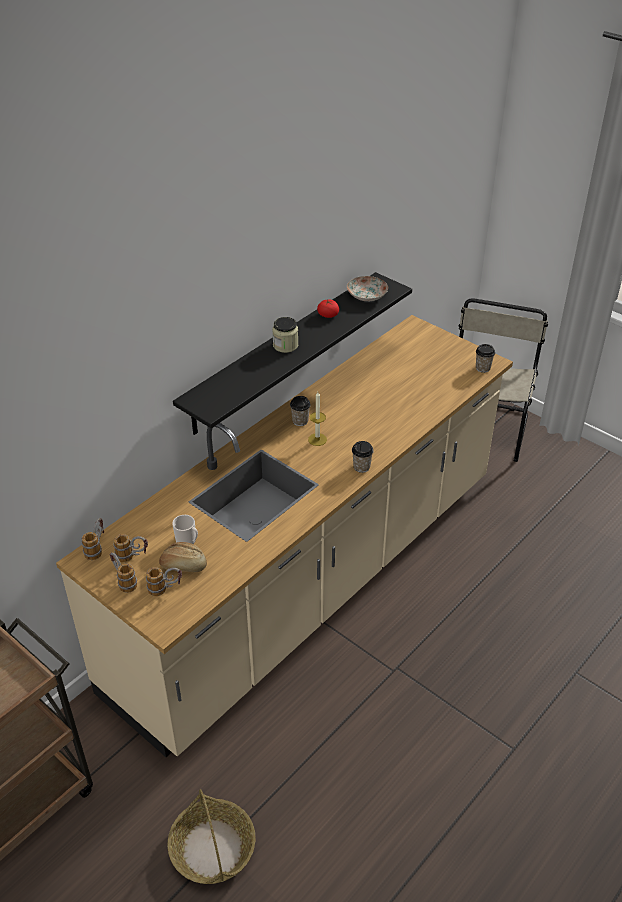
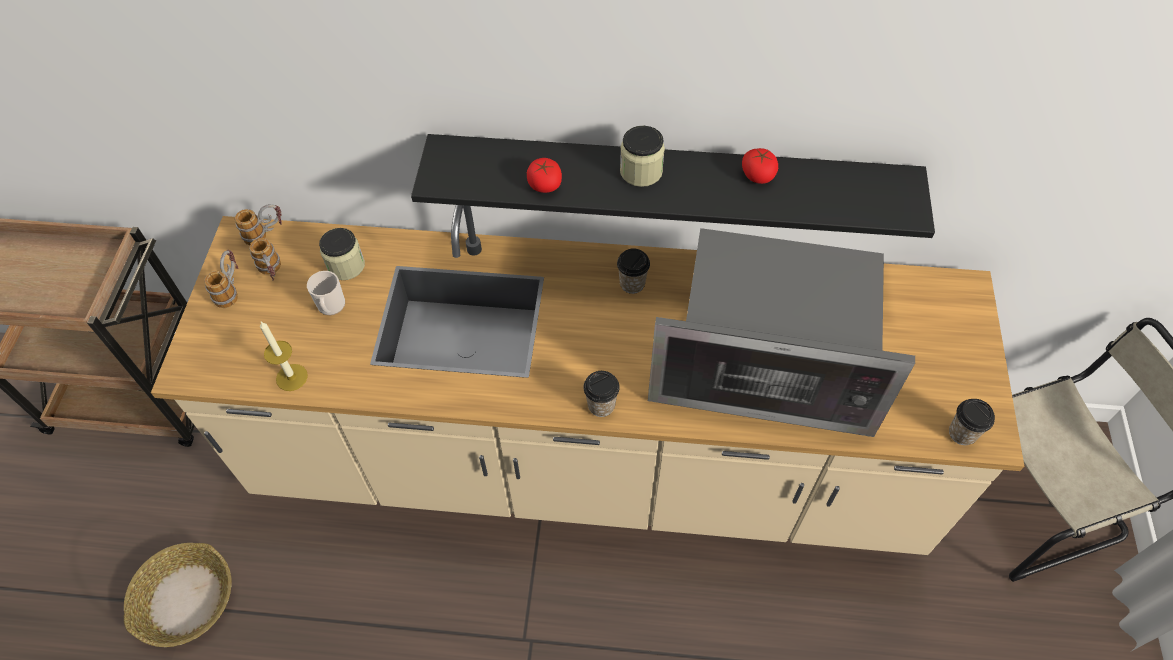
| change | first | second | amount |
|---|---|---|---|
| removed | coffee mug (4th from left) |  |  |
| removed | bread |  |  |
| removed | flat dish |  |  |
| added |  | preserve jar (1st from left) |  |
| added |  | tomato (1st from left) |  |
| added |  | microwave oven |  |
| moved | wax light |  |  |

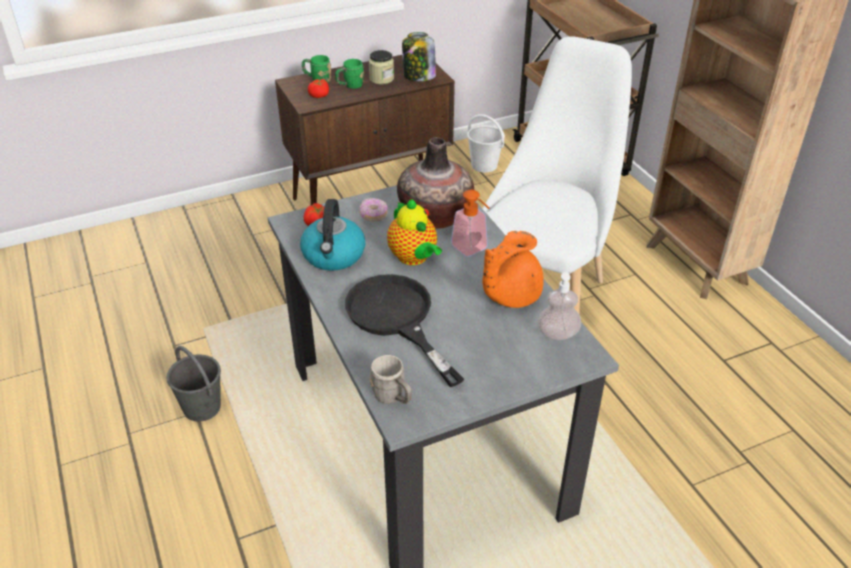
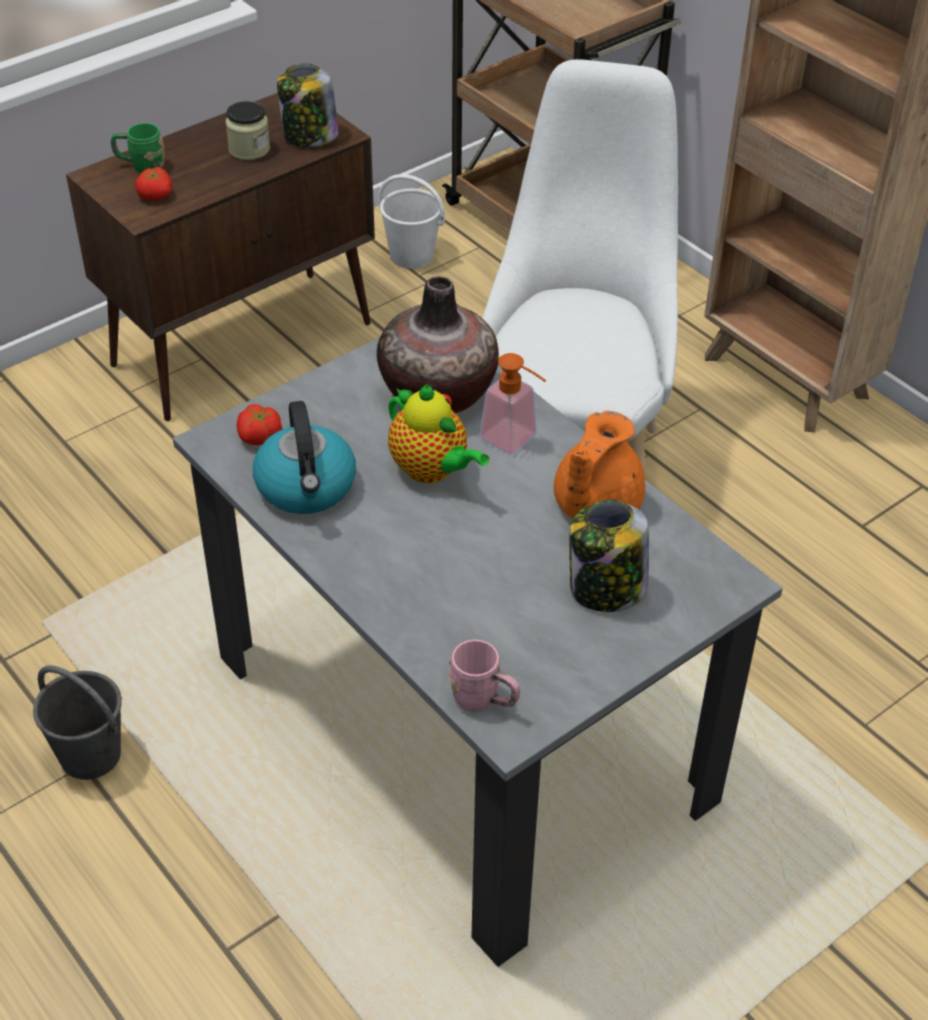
| change | first | second | amount |
|---|---|---|---|
| removed | green coffee mug (2nd from left) |  |  |
| removed | black-coloured skillet |  |  |
| removed | ring doughnut |  |  |
| removed | liquid soap bottle (2nd from left) |  |  |
| added |  | preserve jar (3rd from left) |  |
| recoloured | greyish coffee mug | pink coffee mug |  |

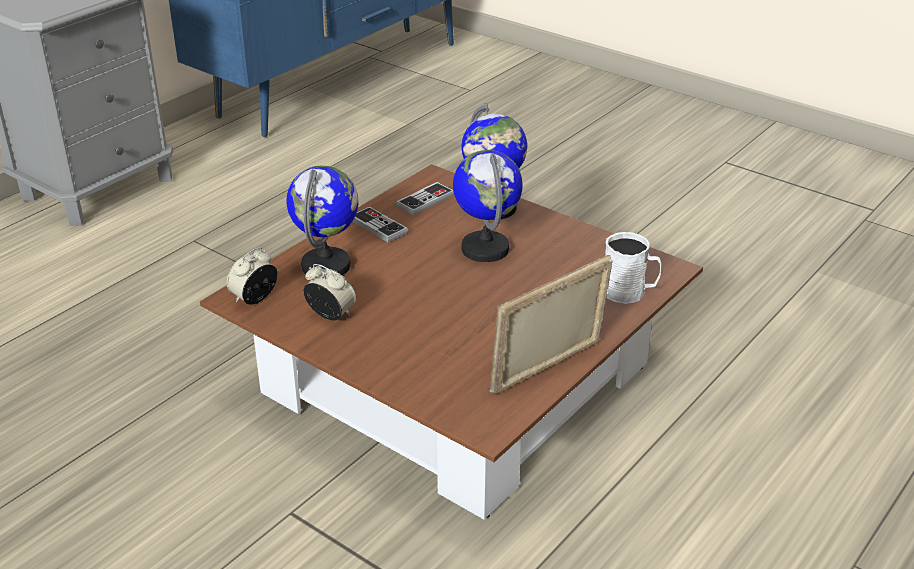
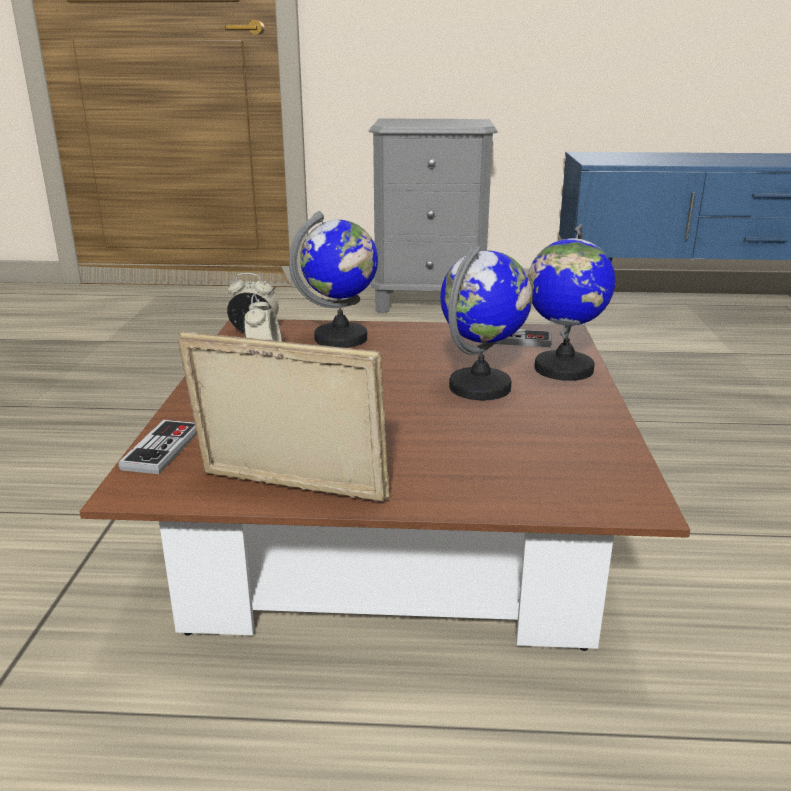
| change | first | second | amount |
|---|---|---|---|
| removed | white-coloured coffee mug |  |  |
| moved | gamepad (1st from left) |  |  |

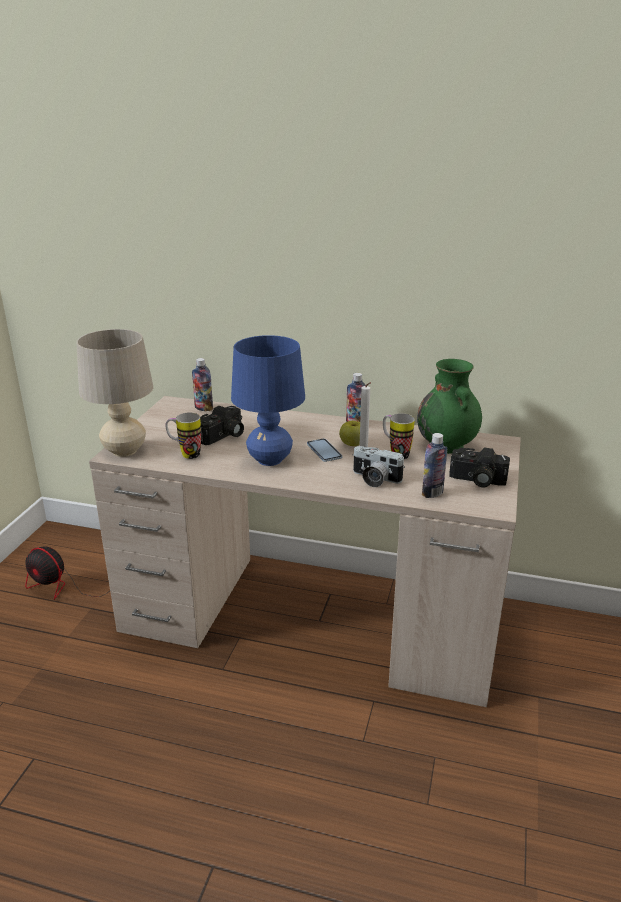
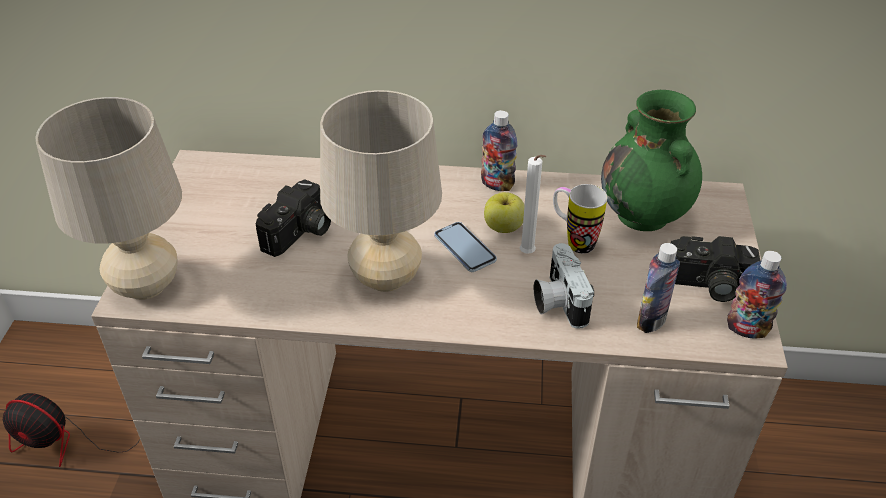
| change | first | second | amount |
|---|---|---|---|
| removed | coffee mug (1st from left) |  |  |
| moved | bottle (1st from left in the first image) | bottle (3rd from left) |  |
| recoloured | blue tabletop lamp | beige-coloured tabletop lamp (2nd from left) |  |
| turned | still camera (2nd from left) |  | 60 degrees clockwise |

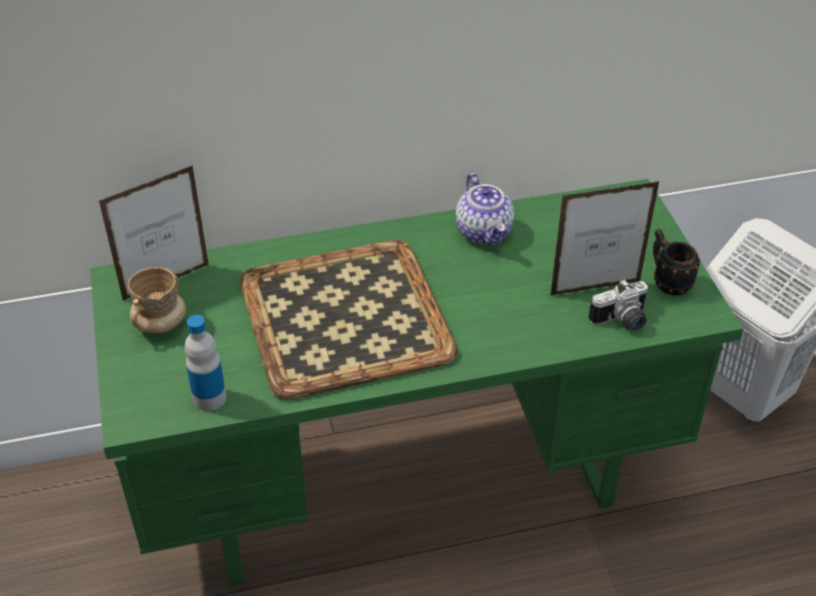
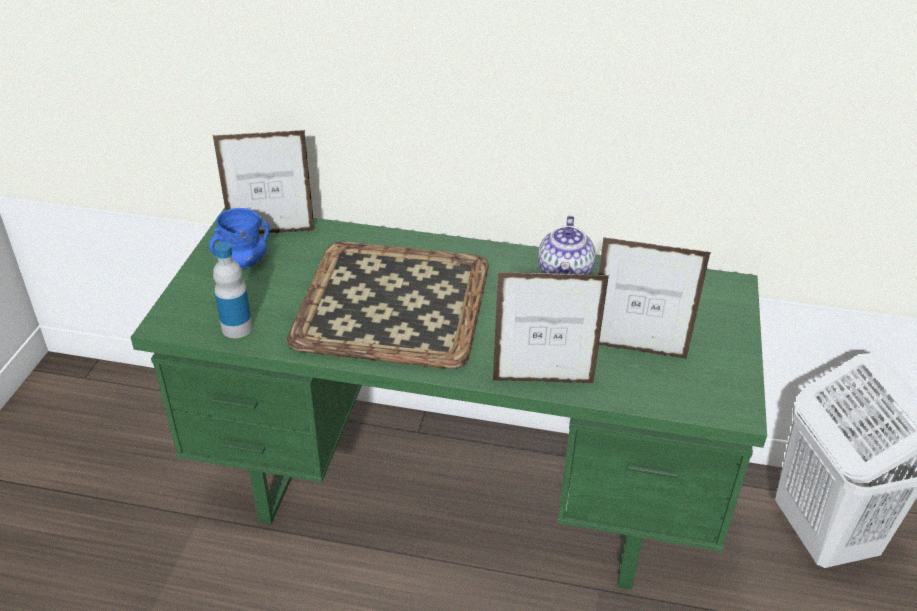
| change | first | second | amount |
|---|---|---|---|
| removed | still camera |  |  |
| removed | black-coloured coffee mug |  |  |
| added |  | standing frame (2nd from left) |  |
| recoloured | beige-coloured coffee mug | blue coffee mug |  |

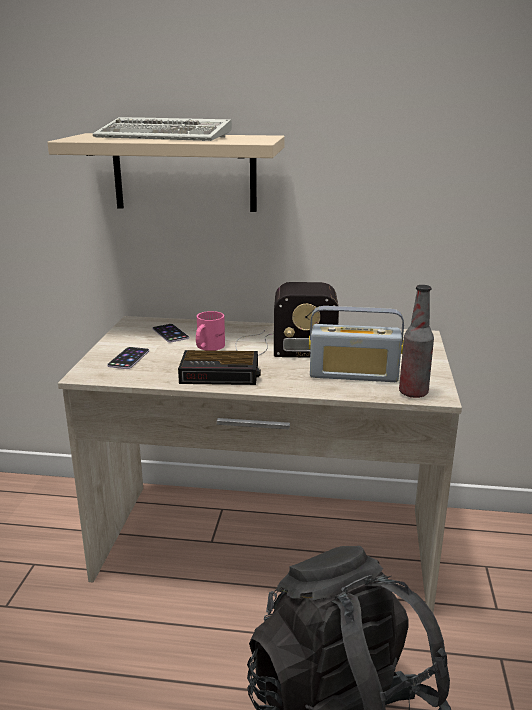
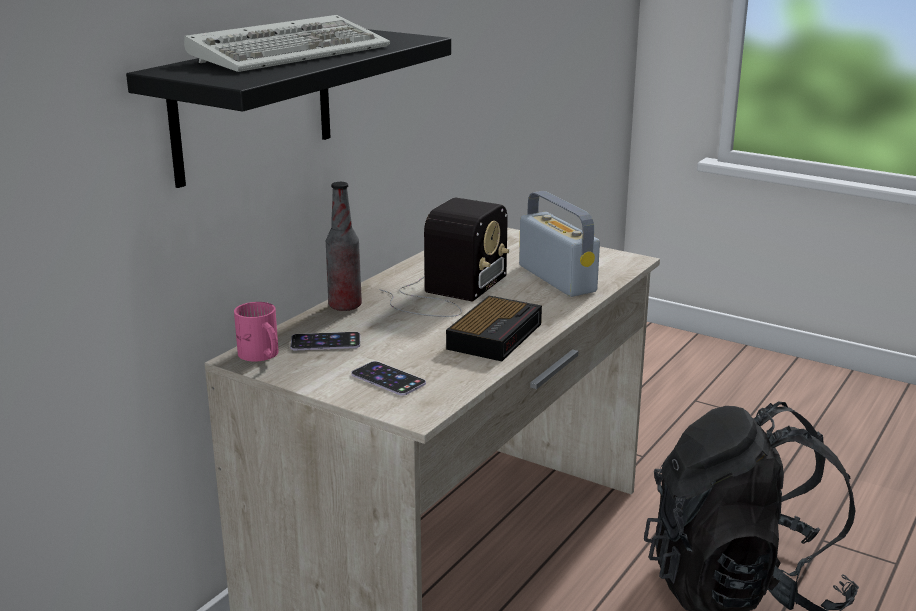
| change | first | second | amount |
|---|---|---|---|
| moved | pink coffee mug |  |  |
| moved | bottle |  |  |
| recoloured | beige-coloured shelf | black-coloured shelf |  |
| turned | radio set (2nd from left) |  | 60 degrees counterclockwise |

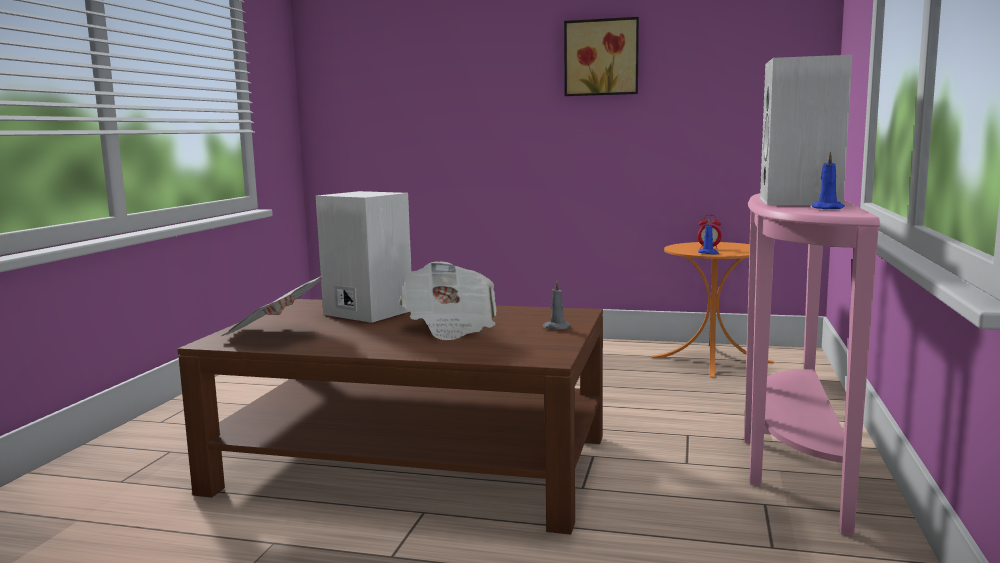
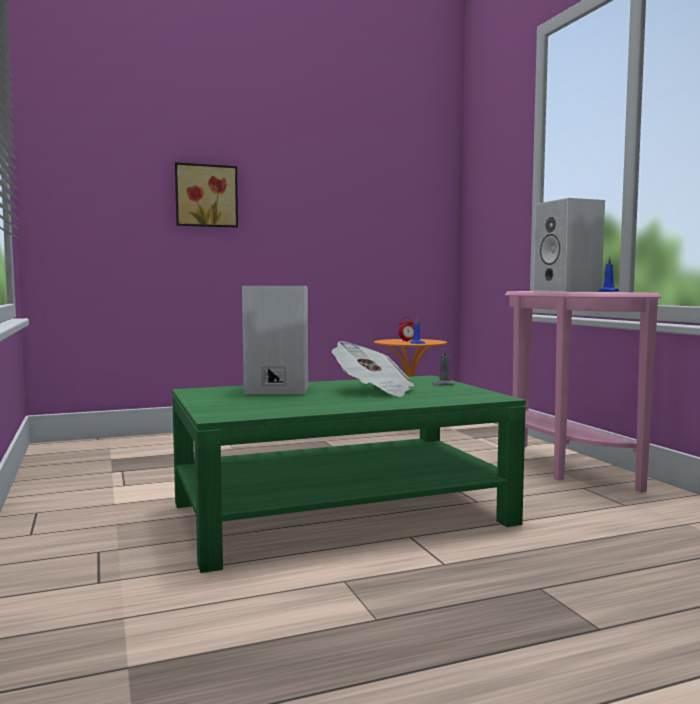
| change | first | second | amount |
|---|---|---|---|
| removed | printed paper (1st from left) |  |  |
| moved | wall art |  |  |
| recoloured | brownish lounge table | green lounge table |  |

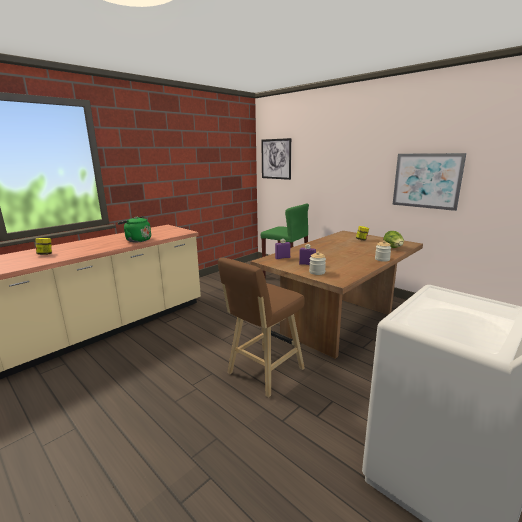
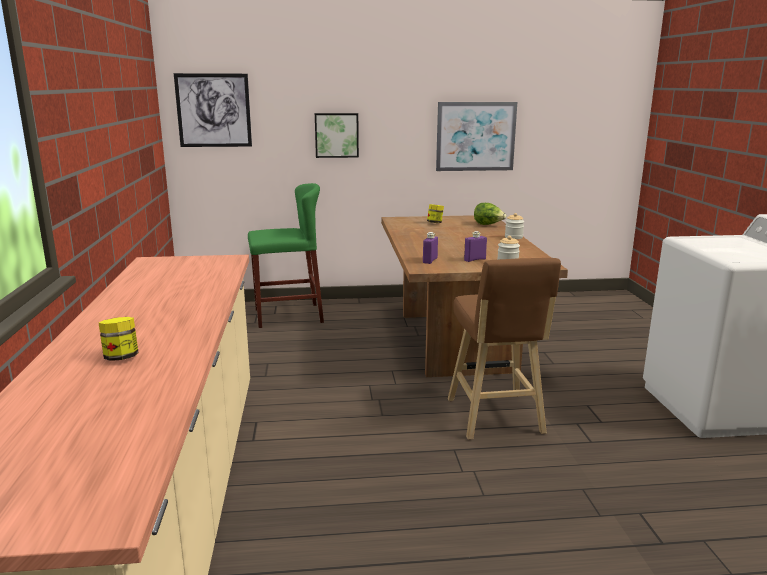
| change | first | second | amount |
|---|---|---|---|
| removed | green water kettle |  |  |
| added |  | wall art (2nd from left) |  |

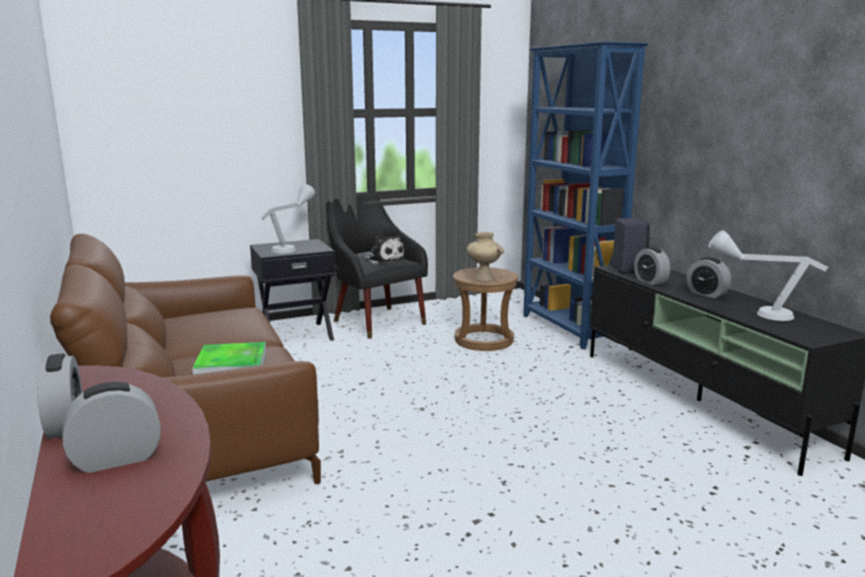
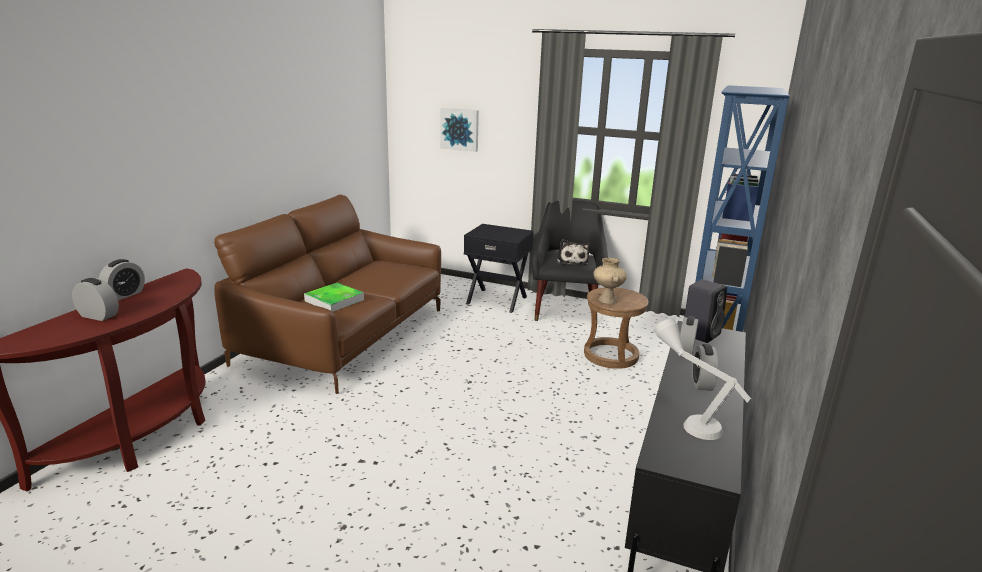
| change | first | second | amount |
|---|---|---|---|
| removed | greyish tabletop lamp (1st from left) |  |  |
| added |  | wall art |  |

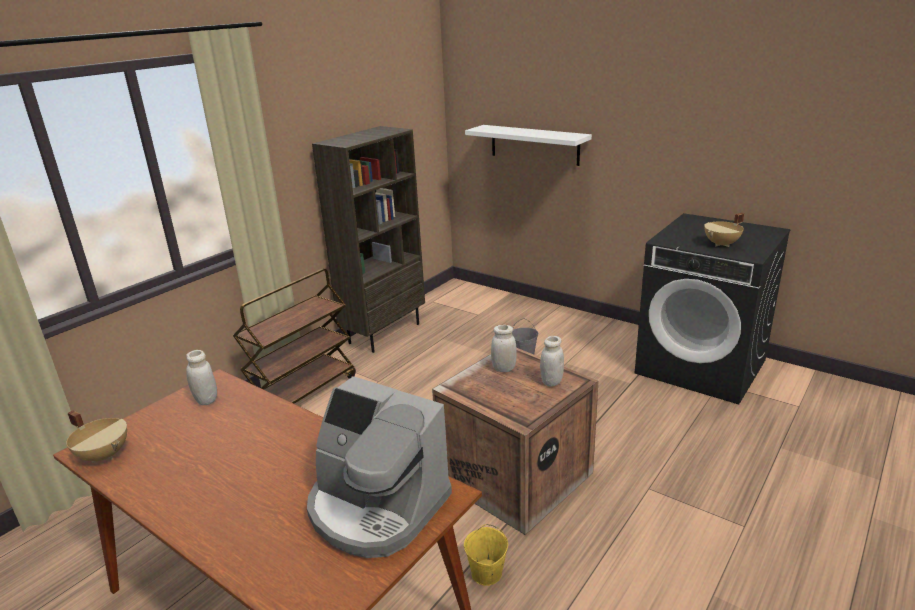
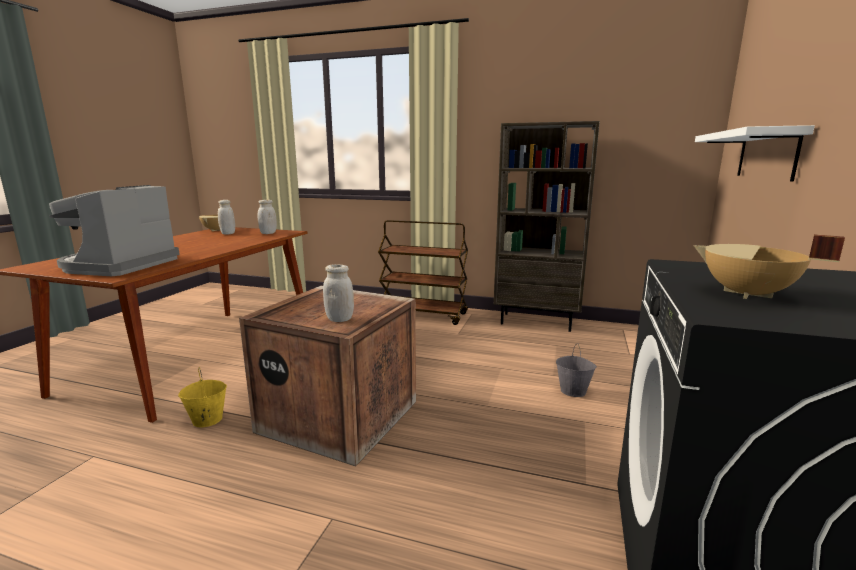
| change | first | second | amount |
|---|---|---|---|
| moved | white-coloured preserve jar (2nd from left in the first image) | white-coloured preserve jar (1st from left) |  |

